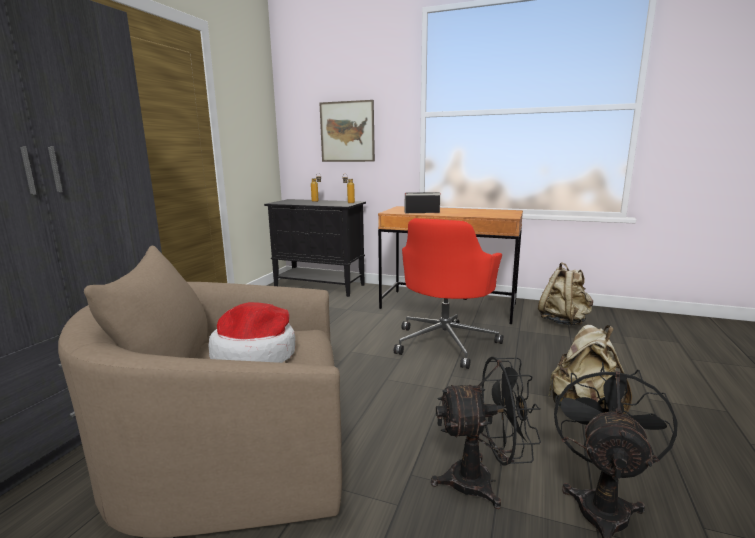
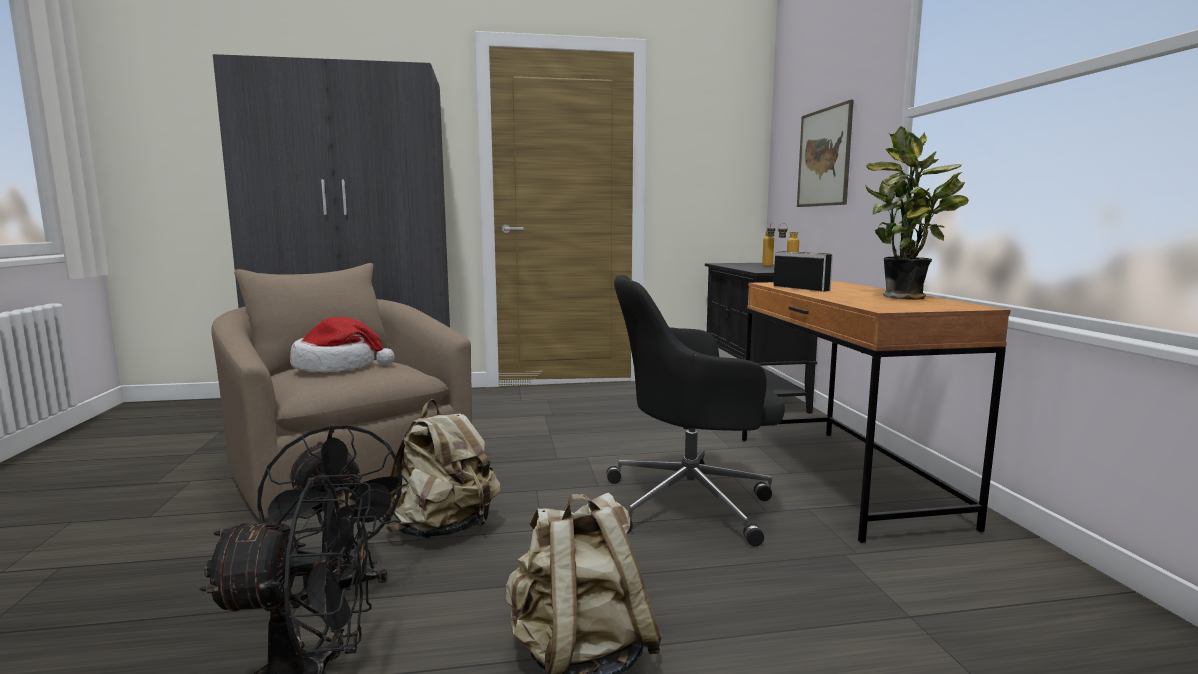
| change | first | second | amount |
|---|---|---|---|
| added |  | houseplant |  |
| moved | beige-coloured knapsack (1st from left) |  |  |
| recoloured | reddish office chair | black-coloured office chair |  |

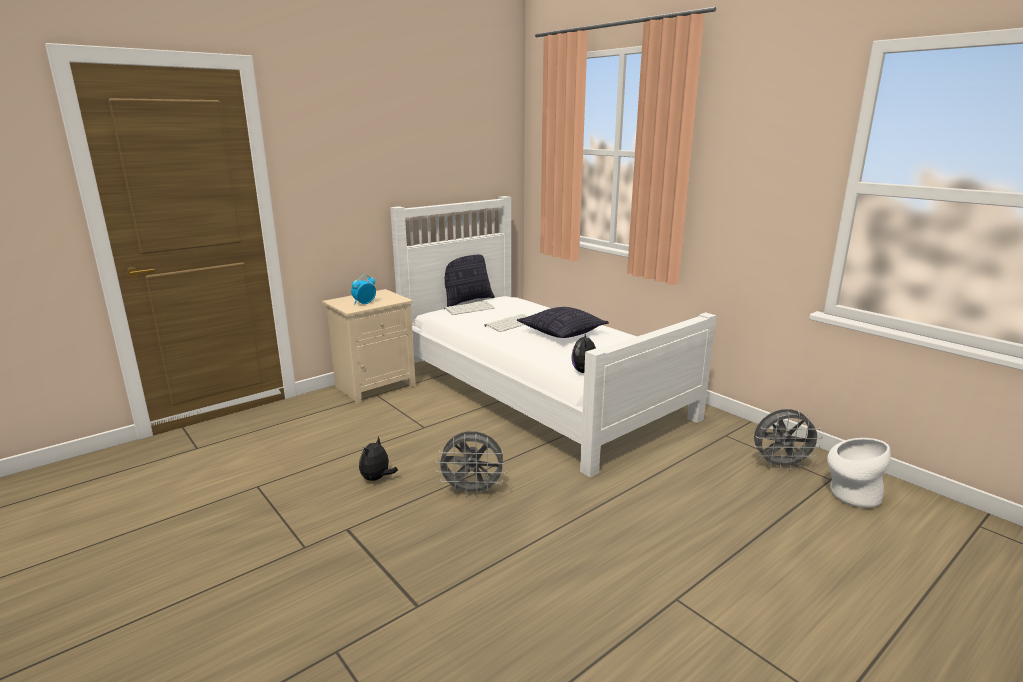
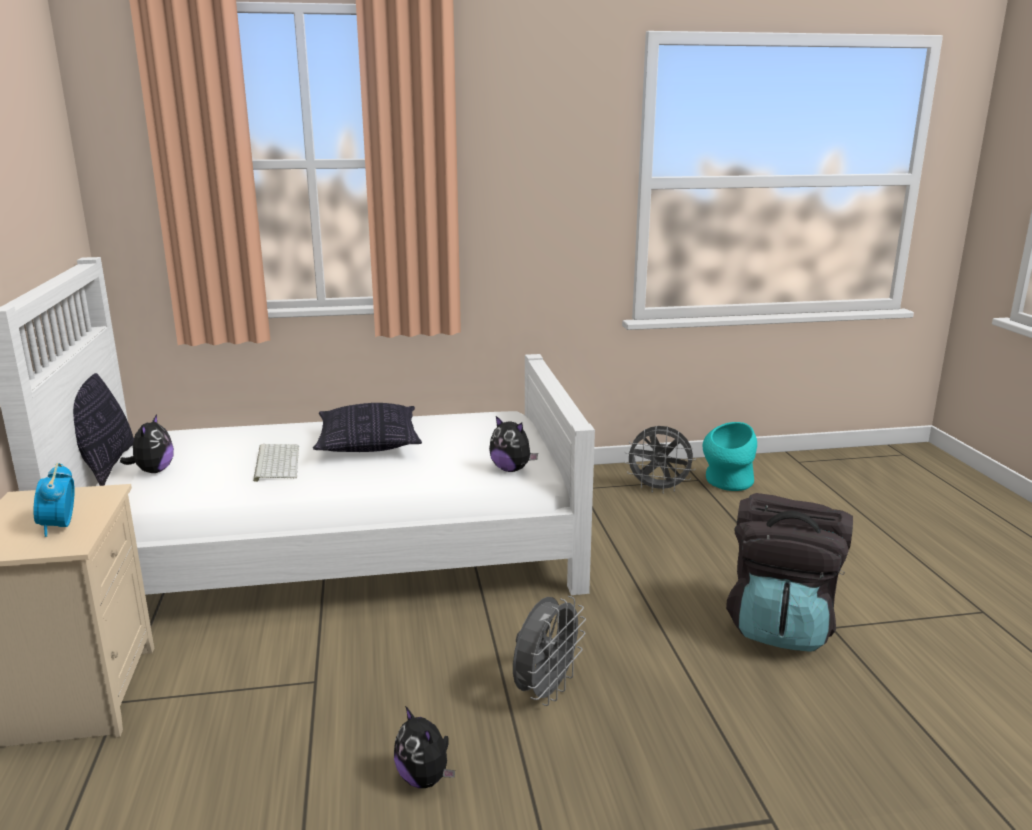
| change | first | second | amount |
|---|---|---|---|
| added |  | black-coloured knapsack |  |
| replaced | keyboard (1st from left) | soft toy (1st from left) |  |
| recoloured | white-coloured decorative vase | turquoise-coloured decorative vase |  |
| turned | greyish electric fan (2nd from left) |  | 75 degrees clockwise |

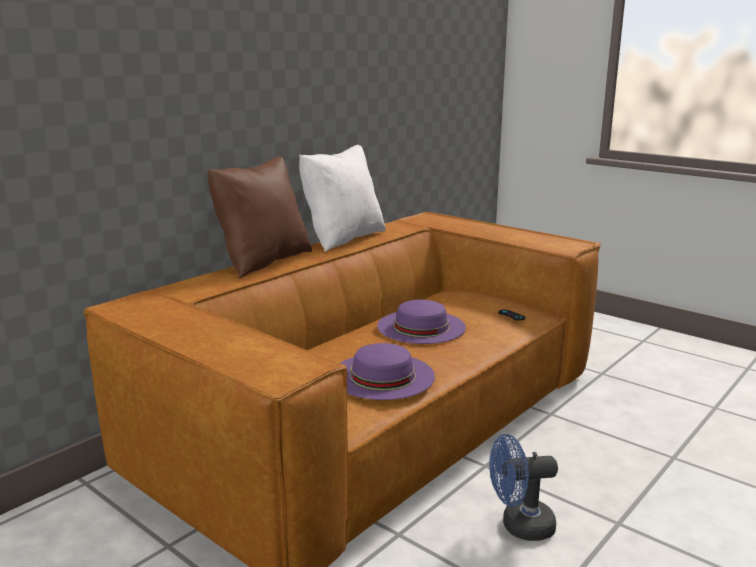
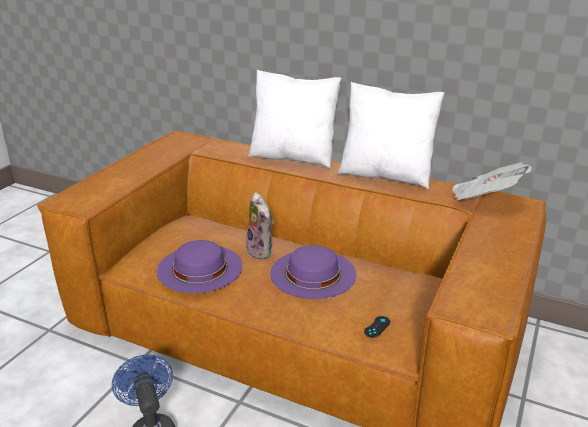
| change | first | second | amount |
|---|---|---|---|
| added |  | soft toy |  |
| added |  | printed paper |  |
| recoloured | brownish cushion | white-coloured cushion (1st from left) |  |

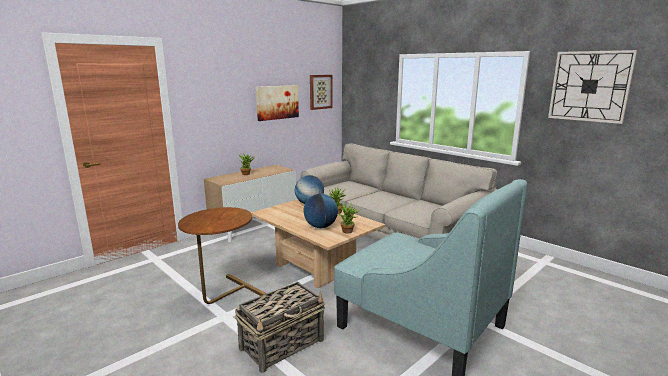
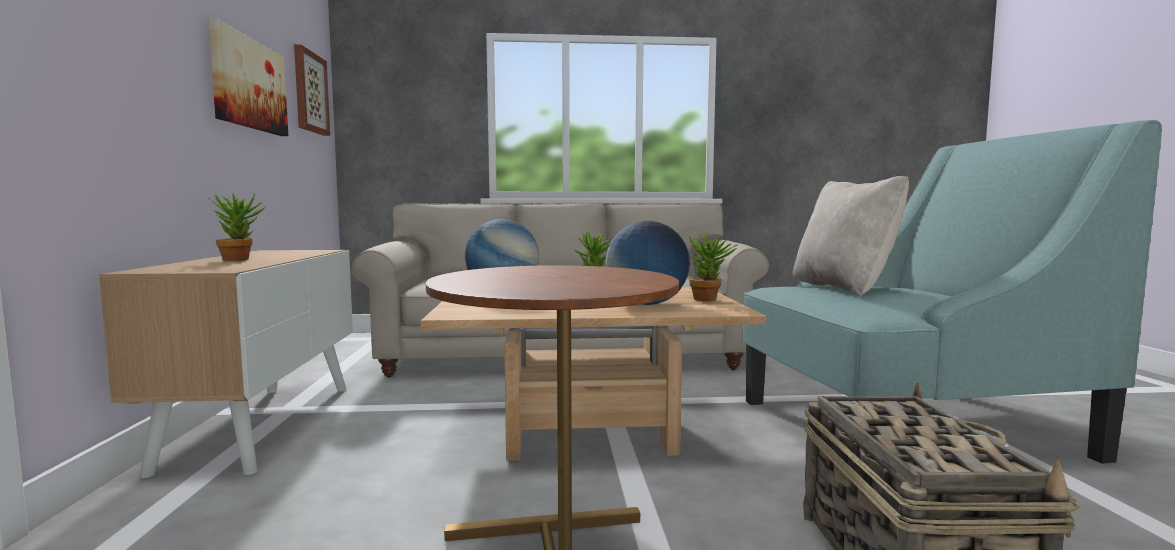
| change | first | second | amount |
|---|---|---|---|
| removed | hanging clock |  |  |
| added |  | beige-coloured cushion |  |

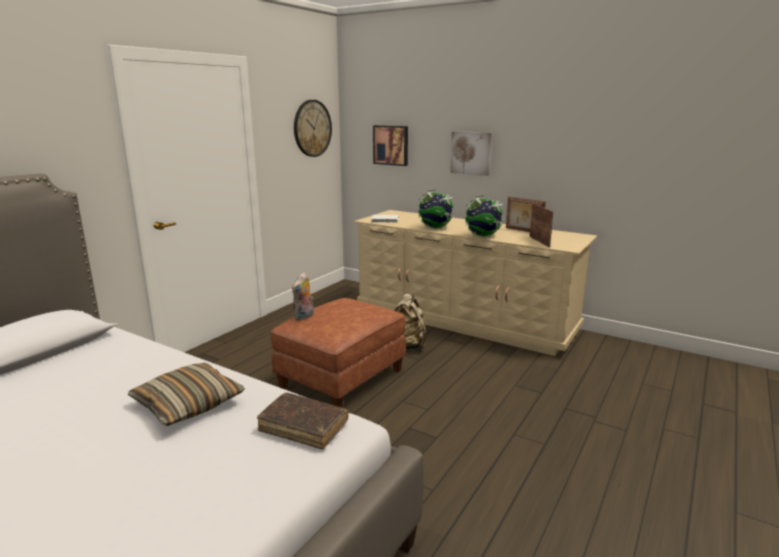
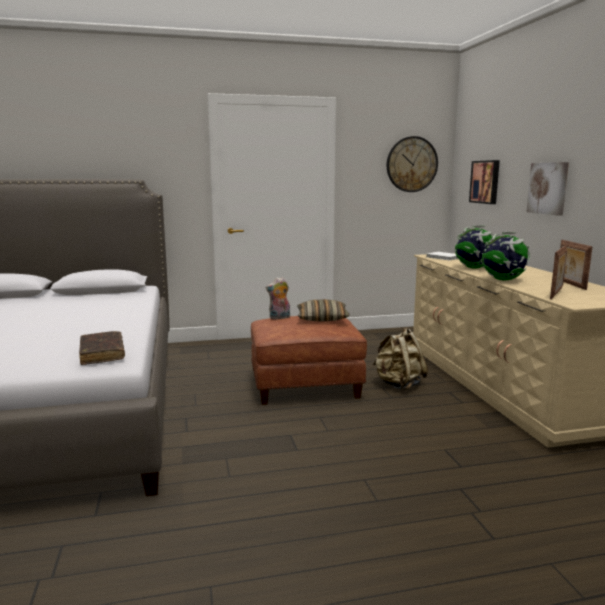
| change | first | second | amount |
|---|---|---|---|
| moved | cushion |  |  |

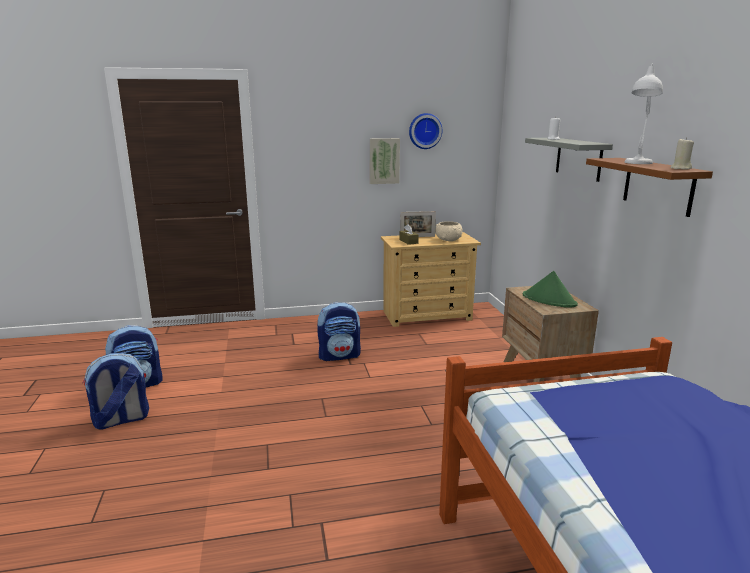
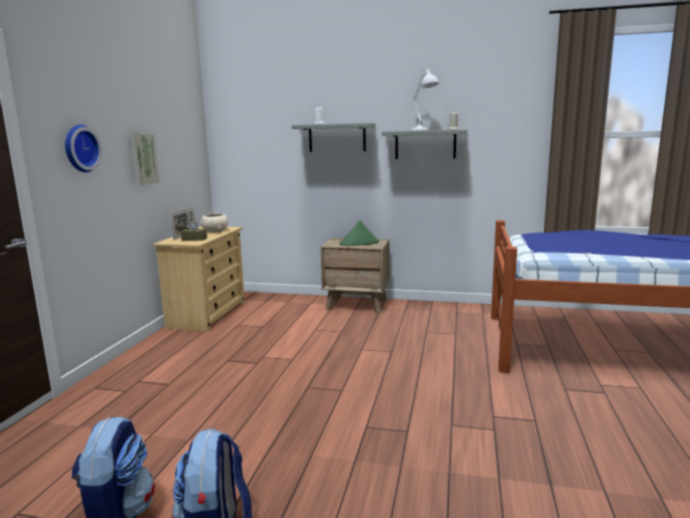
| change | first | second | amount |
|---|---|---|---|
| removed | knapsack (3rd from left) |  |  |
| moved | hanging clock |  |  |
| recoloured | brownish shelf | greyish shelf (2nd from left) |  |

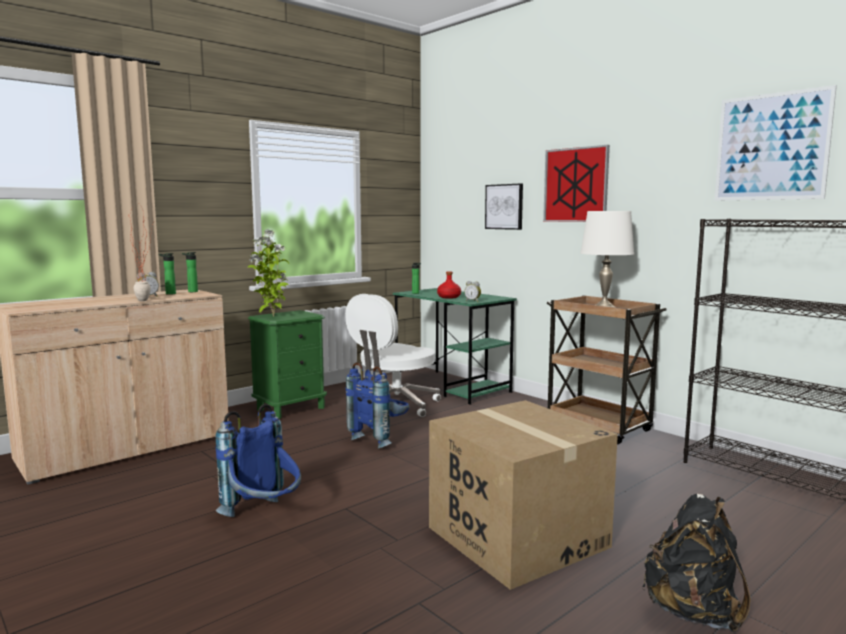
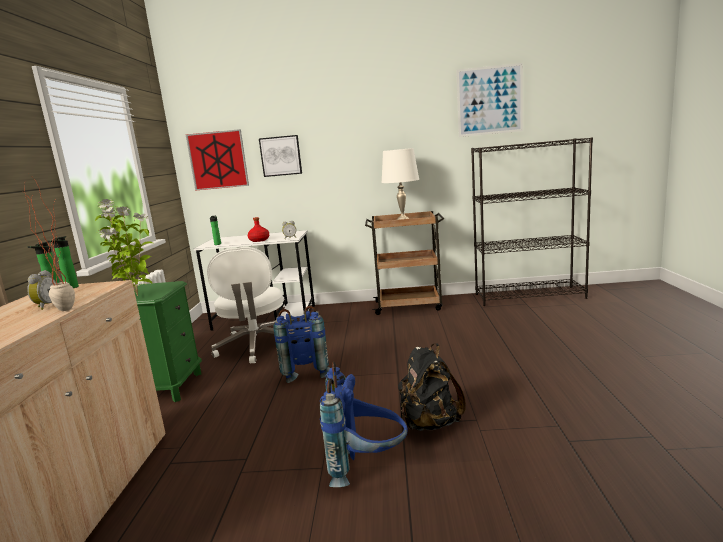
| change | first | second | amount |
|---|---|---|---|
| removed | packing box |  |  |
| moved | wall art (2nd from left in the first image) | wall art (1st from left) |  |
| moved | black-coloured knapsack |  |  |
| recoloured | green desk table | white-coloured desk table |  |

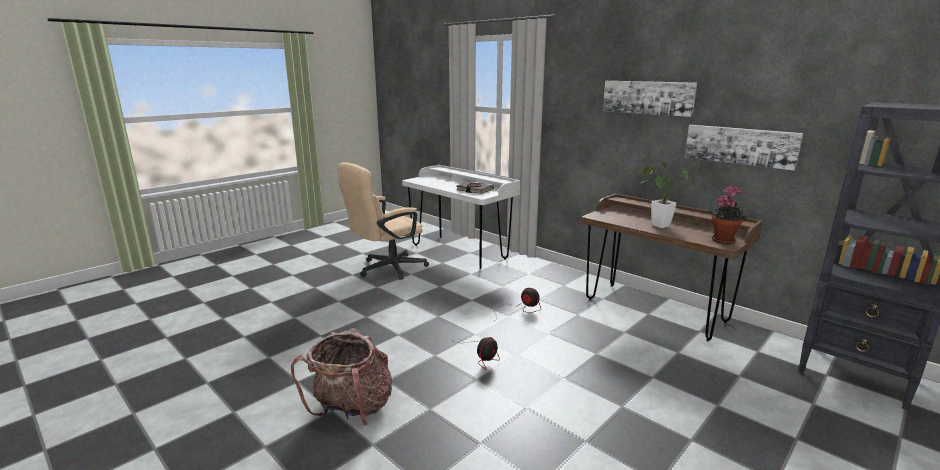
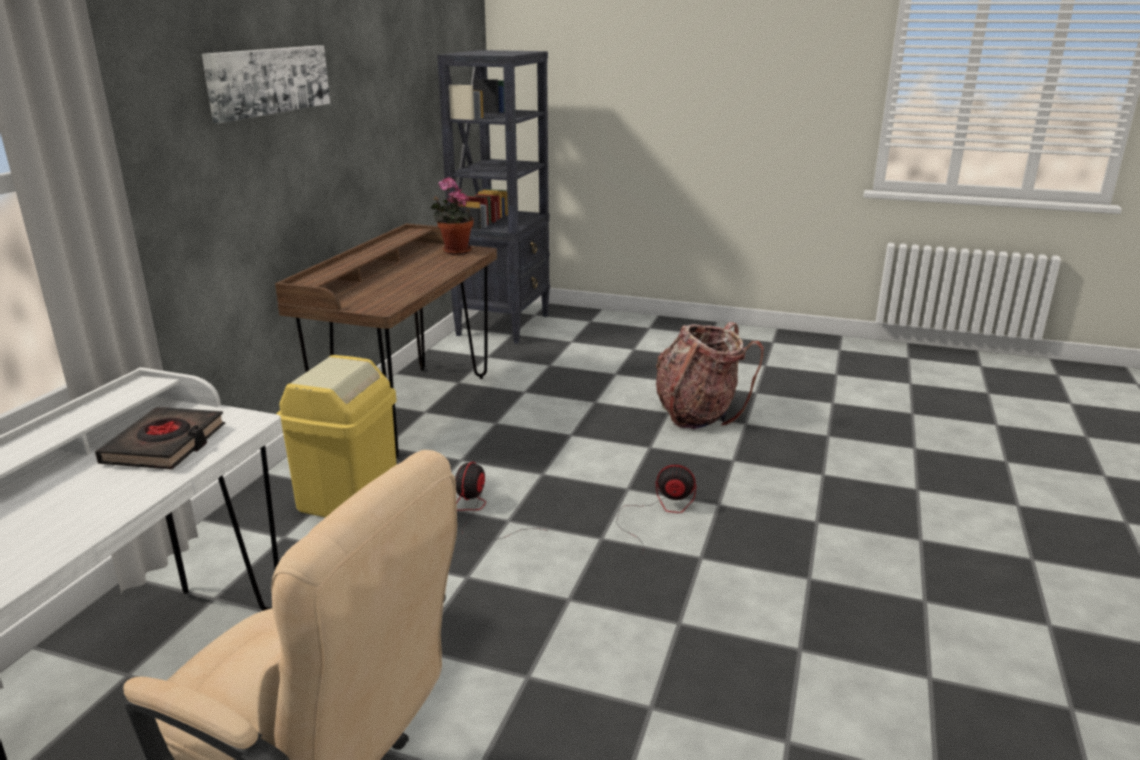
| change | first | second | amount |
|---|---|---|---|
| removed | houseplant (1st from left) |  |  |
| removed | wall art (2nd from left) |  |  |
| added |  | yellow-coloured rubbish bin |  |
| moved | knapsack |  |  |

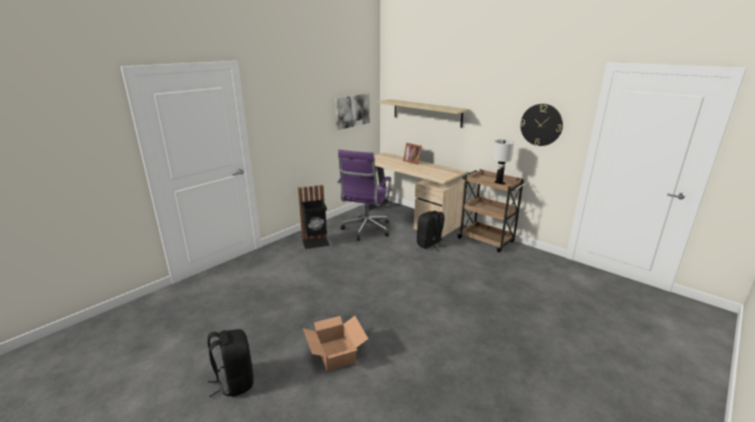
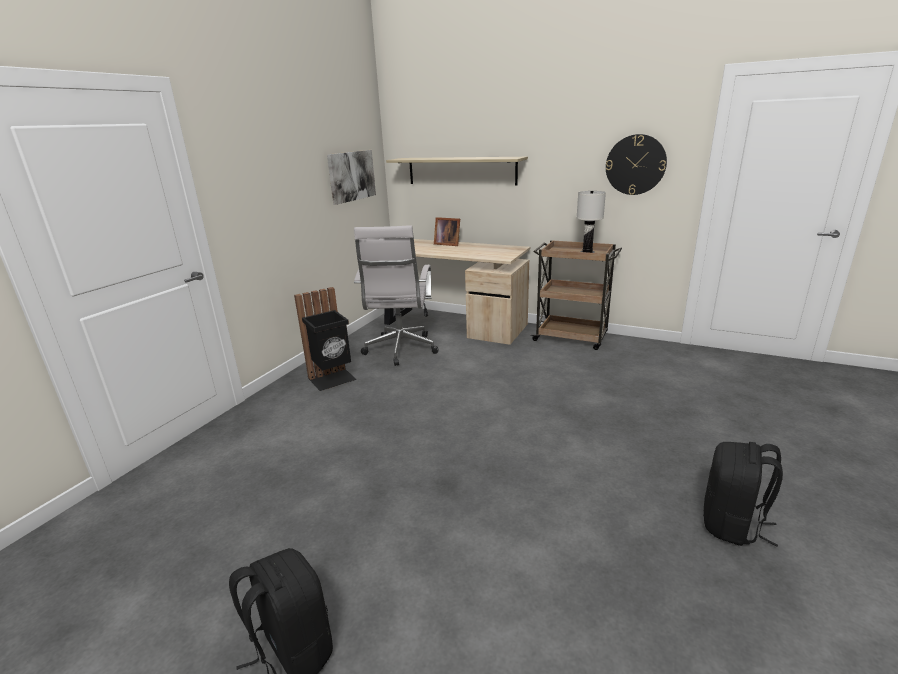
| change | first | second | amount |
|---|---|---|---|
| removed | packing box |  |  |
| moved | black-coloured knapsack (2nd from left) |  |  |
| recoloured | purple-coloured office chair | white-coloured office chair |  |

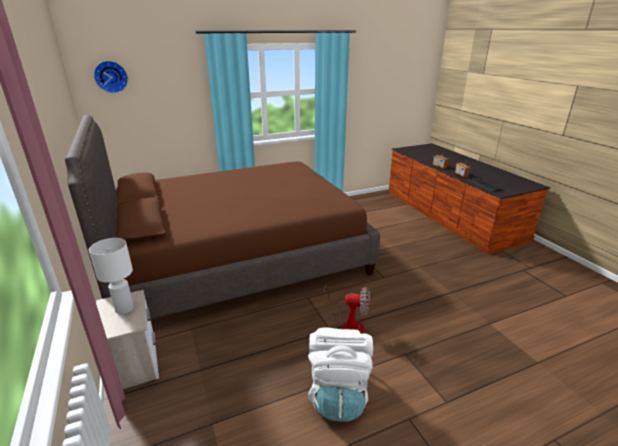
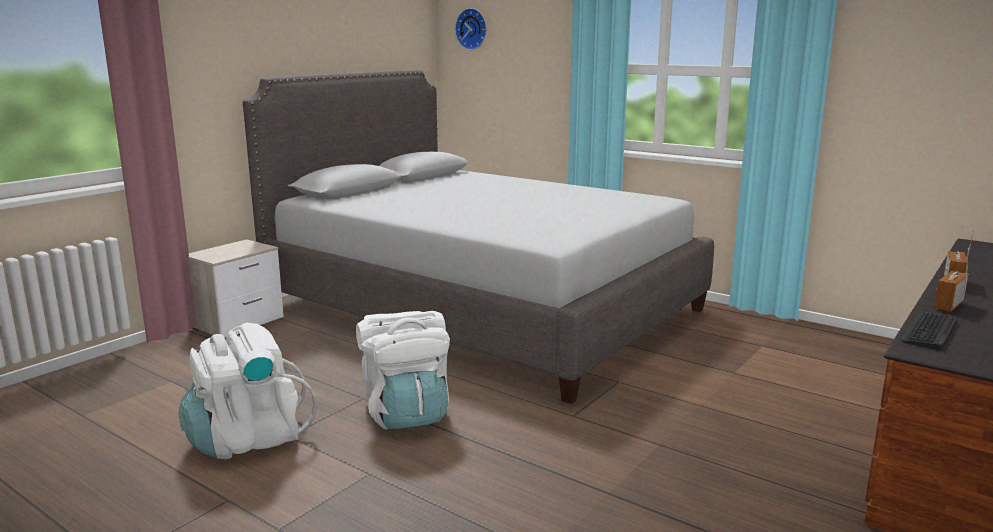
| change | first | second | amount |
|---|---|---|---|
| removed | white-coloured tabletop lamp |  |  |
| replaced | electric fan | white-coloured knapsack (2nd from left) |  |
| recoloured | brownish bed | greyish bed |  |

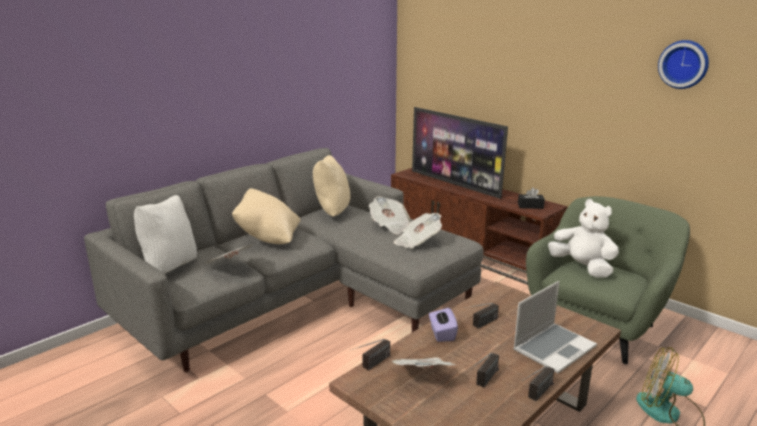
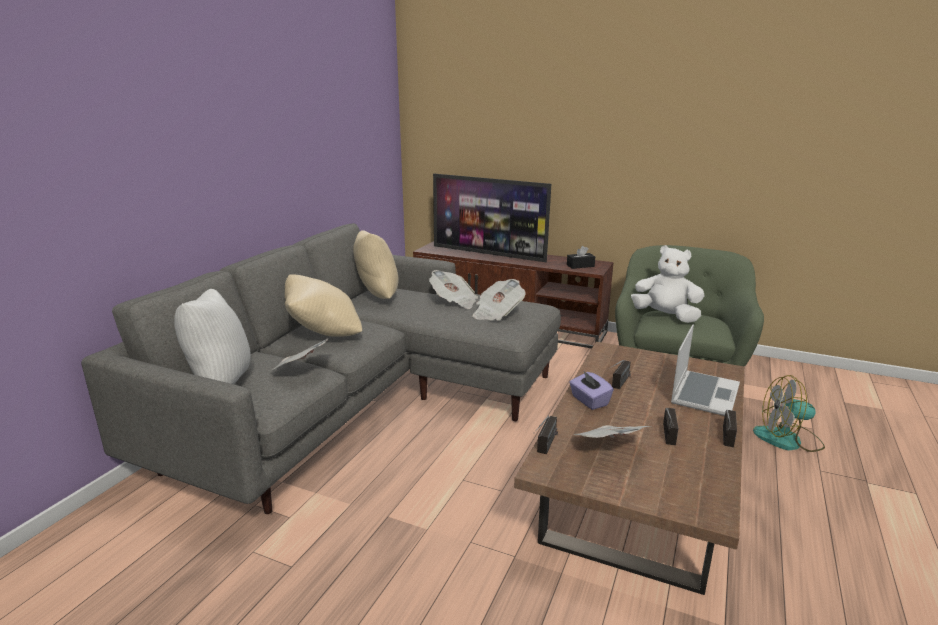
| change | first | second | amount |
|---|---|---|---|
| removed | hanging clock |  |  |

